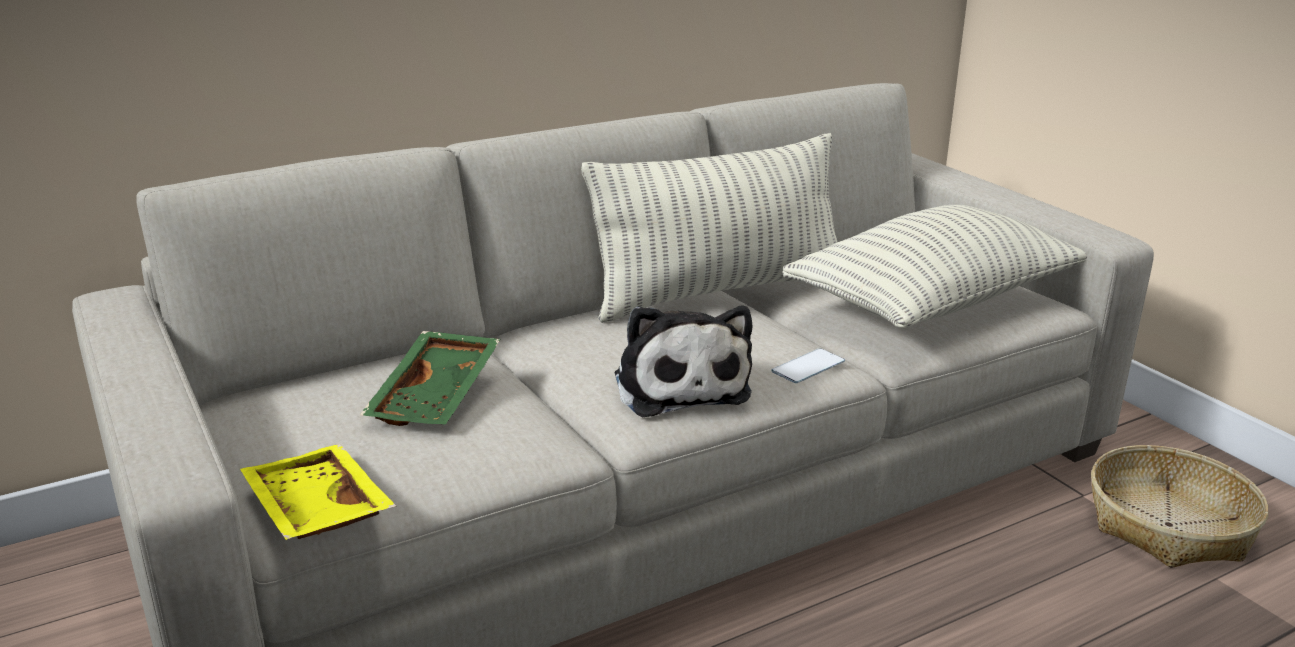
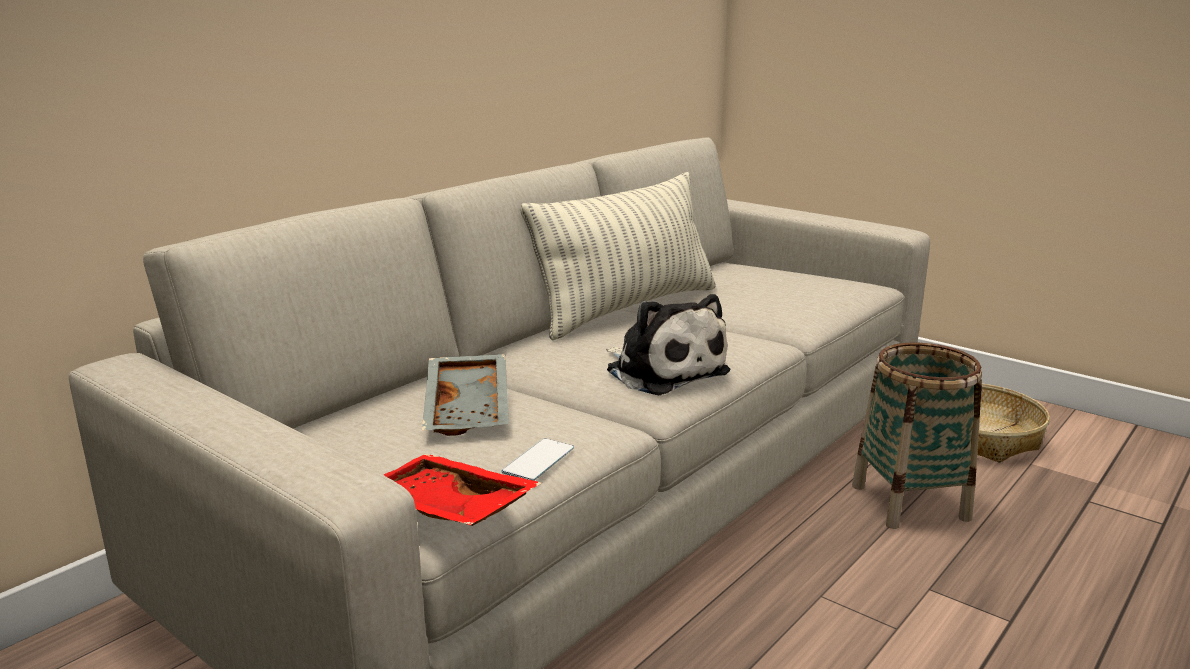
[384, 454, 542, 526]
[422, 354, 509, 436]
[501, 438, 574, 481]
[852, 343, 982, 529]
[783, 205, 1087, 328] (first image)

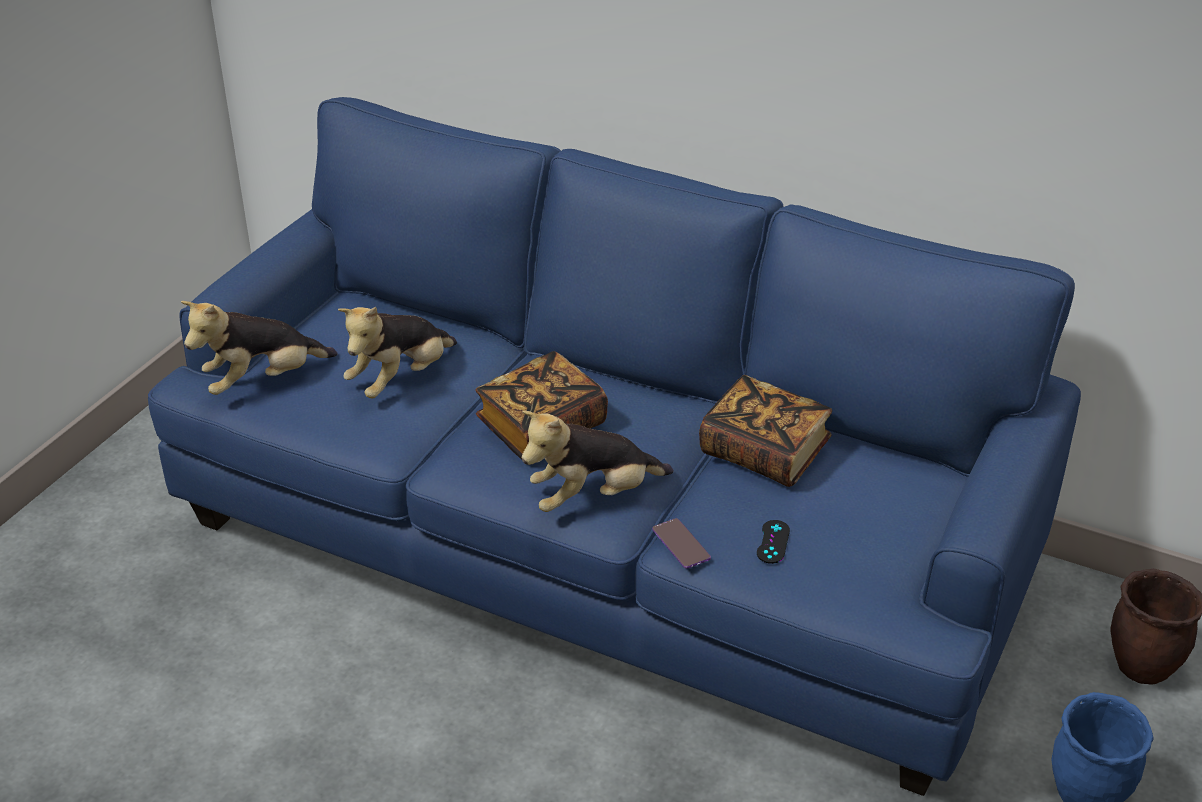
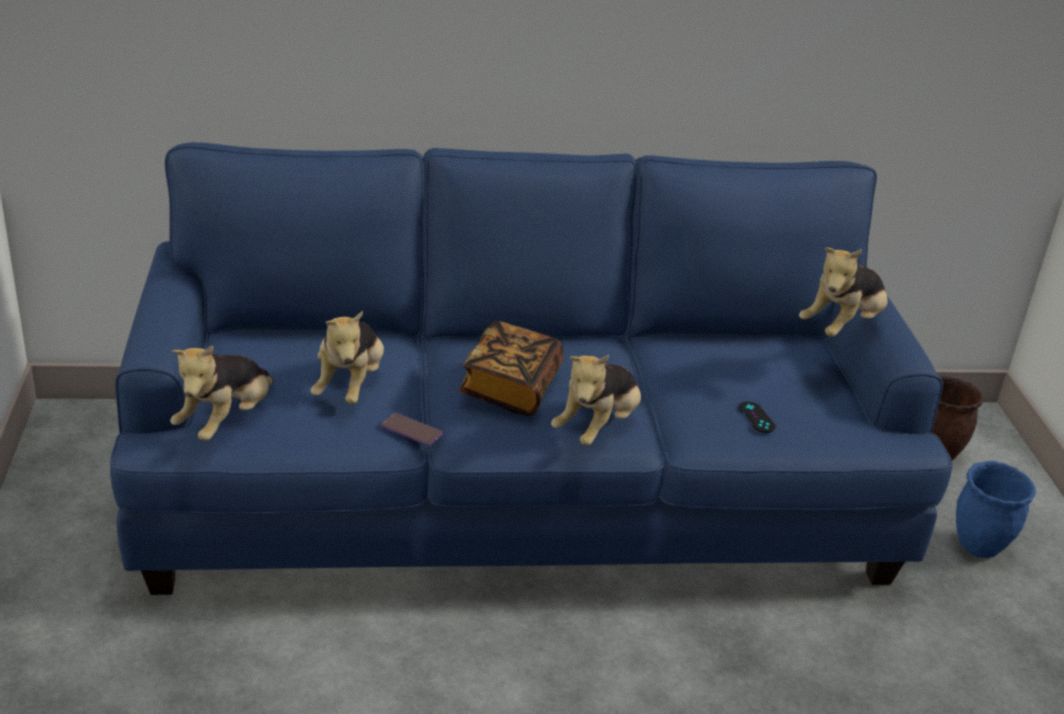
[381, 413, 443, 446]
[799, 247, 888, 337]
[699, 375, 832, 487] (first image)

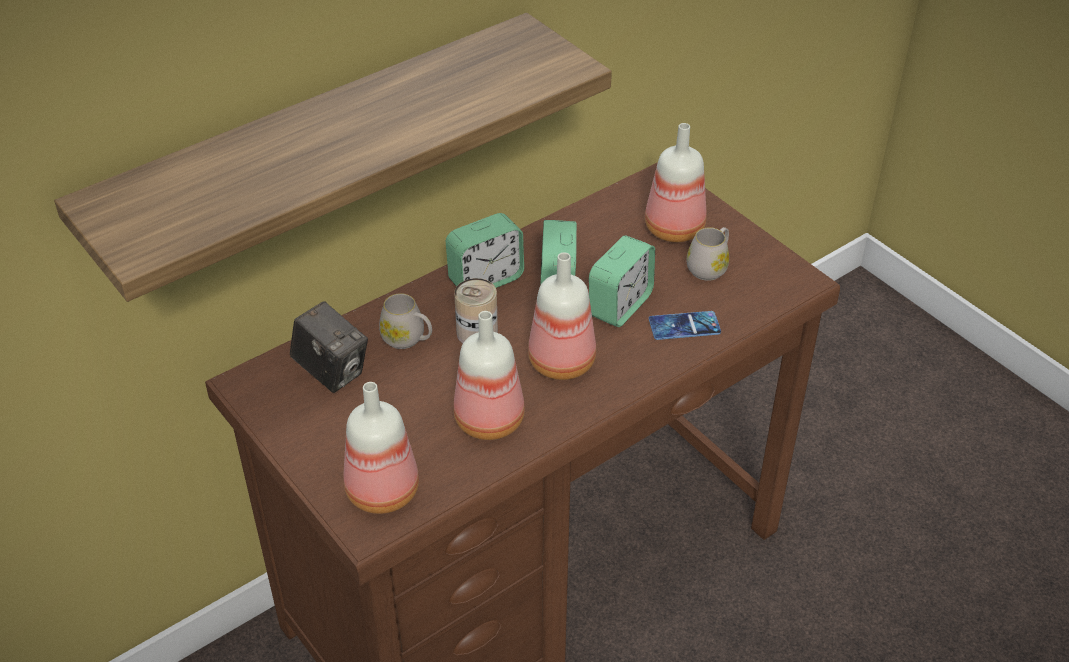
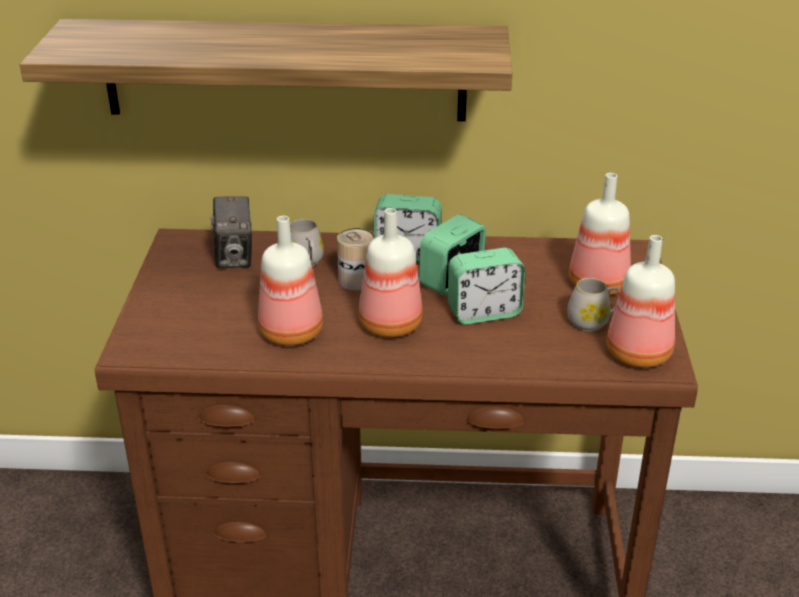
[606, 235, 675, 368]
[649, 311, 721, 340] (first image)

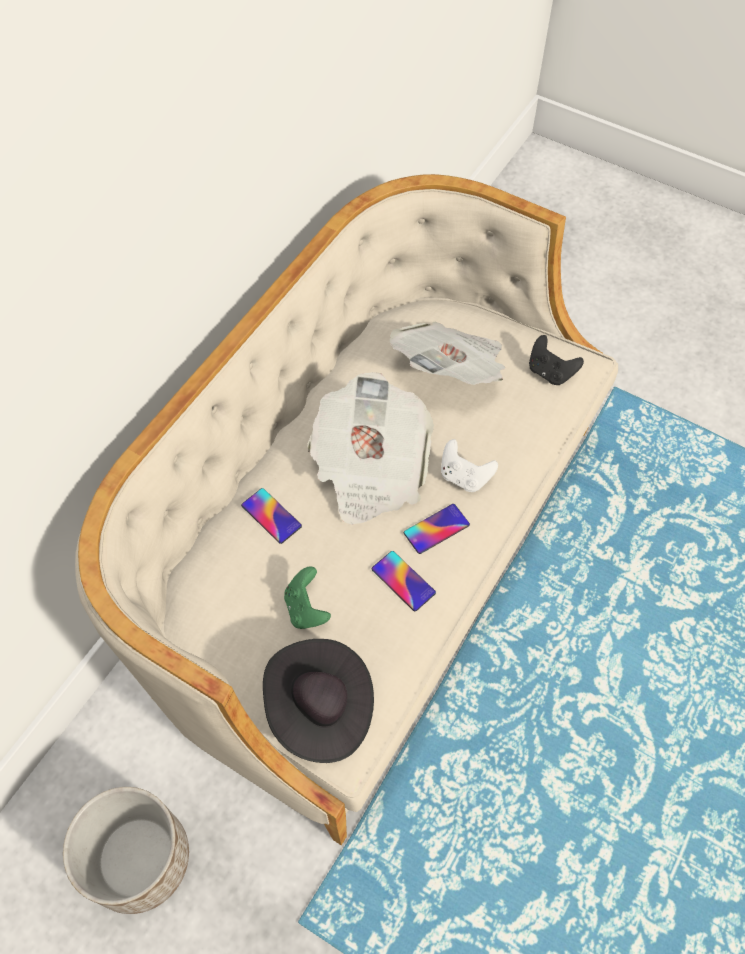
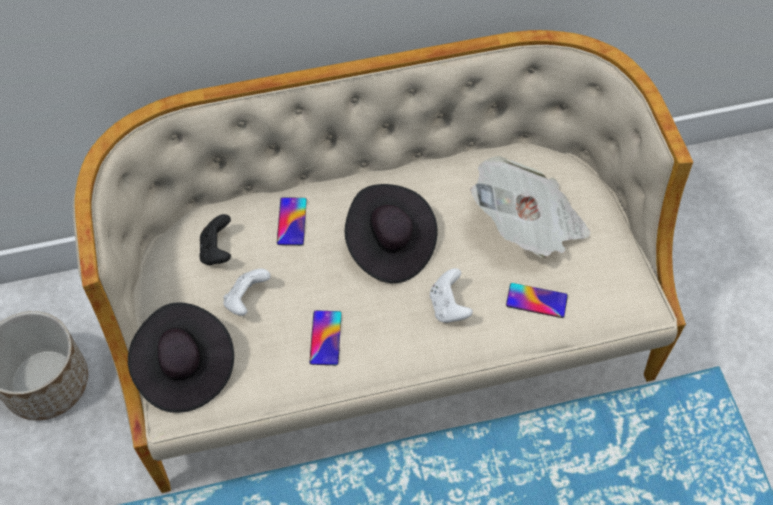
[200, 214, 231, 265]
[223, 269, 271, 316]
[345, 184, 438, 283]
[506, 283, 568, 318]

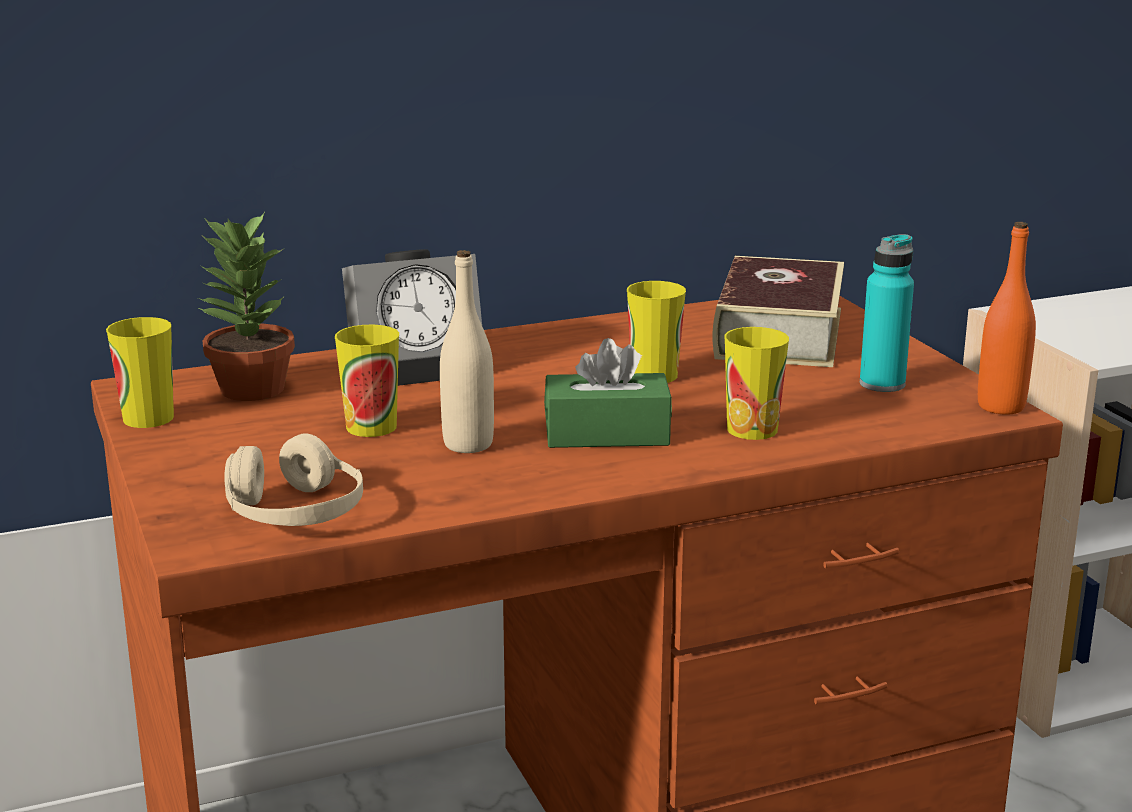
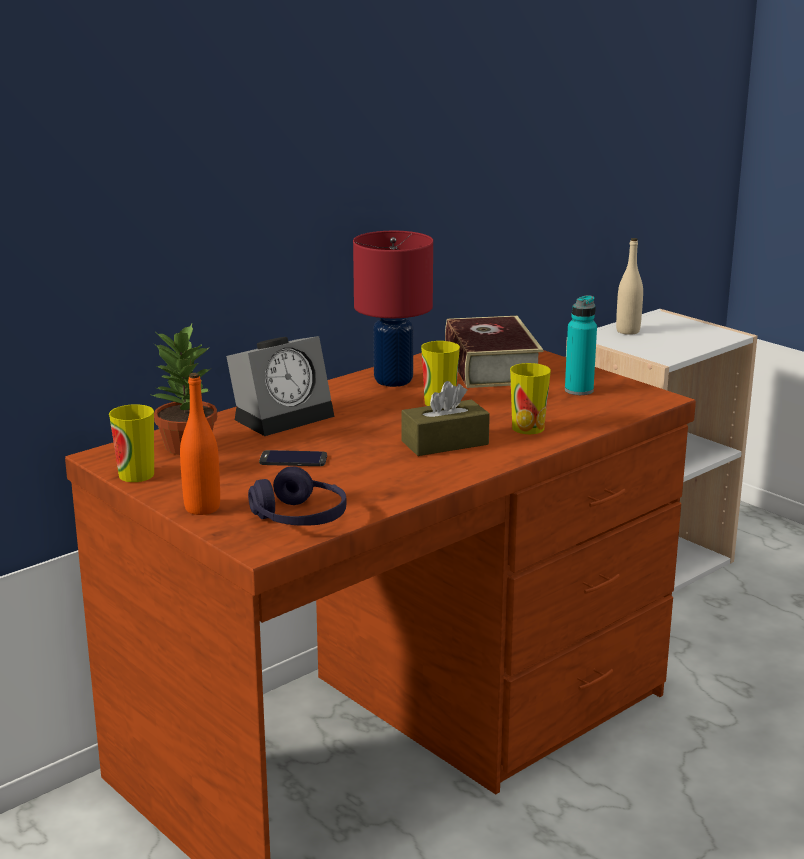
[180, 373, 220, 515]
[248, 466, 346, 526]
[259, 450, 327, 466]
[353, 231, 433, 387]
[402, 381, 490, 456]
[616, 238, 643, 335]

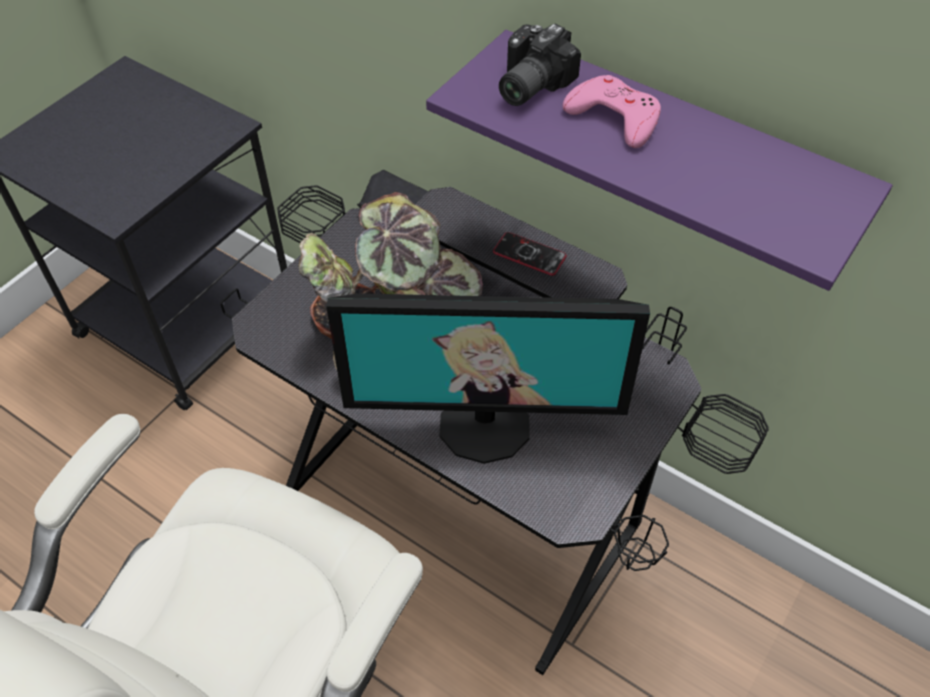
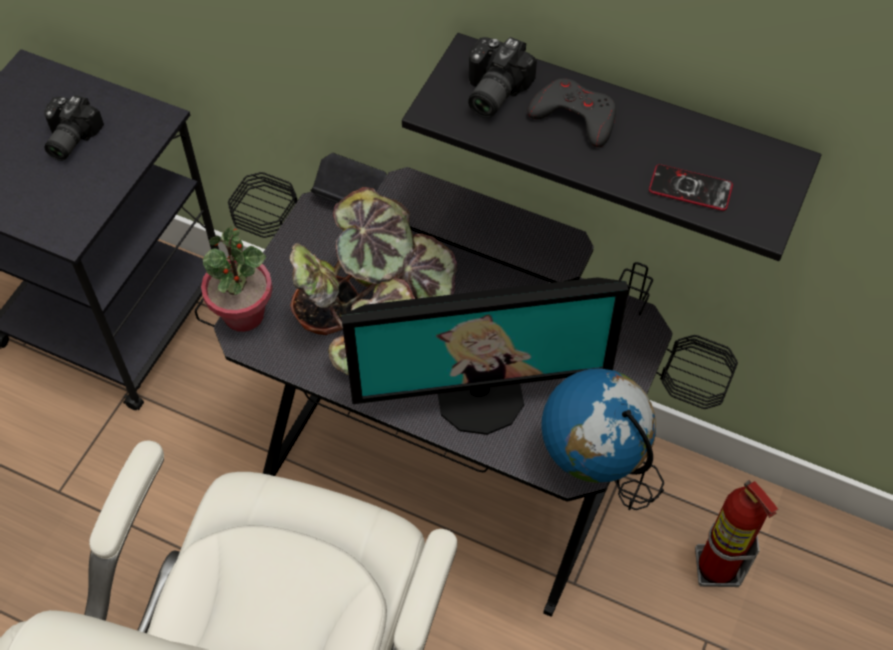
[44, 95, 104, 161]
[201, 226, 273, 332]
[402, 33, 822, 261]
[527, 78, 616, 147]
[541, 368, 656, 483]
[649, 164, 733, 211]
[695, 480, 778, 587]

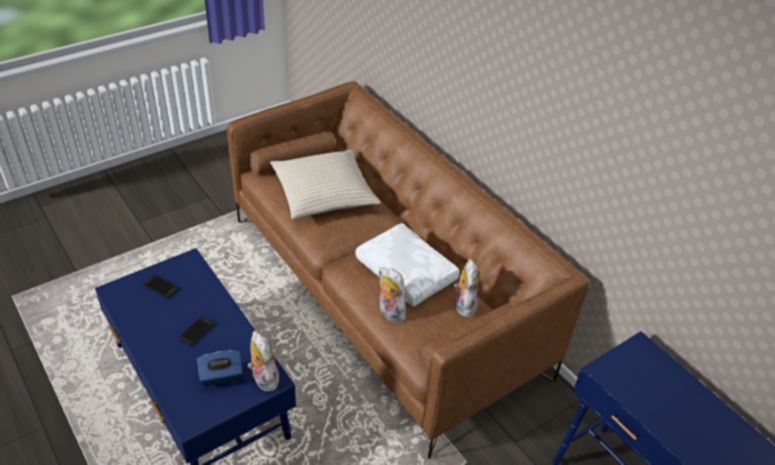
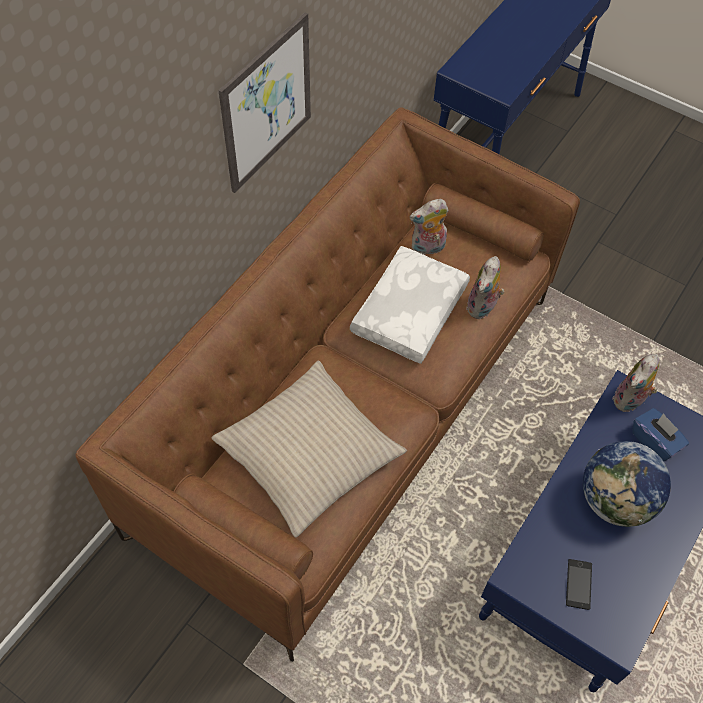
[219, 12, 311, 193]
[583, 441, 671, 527]

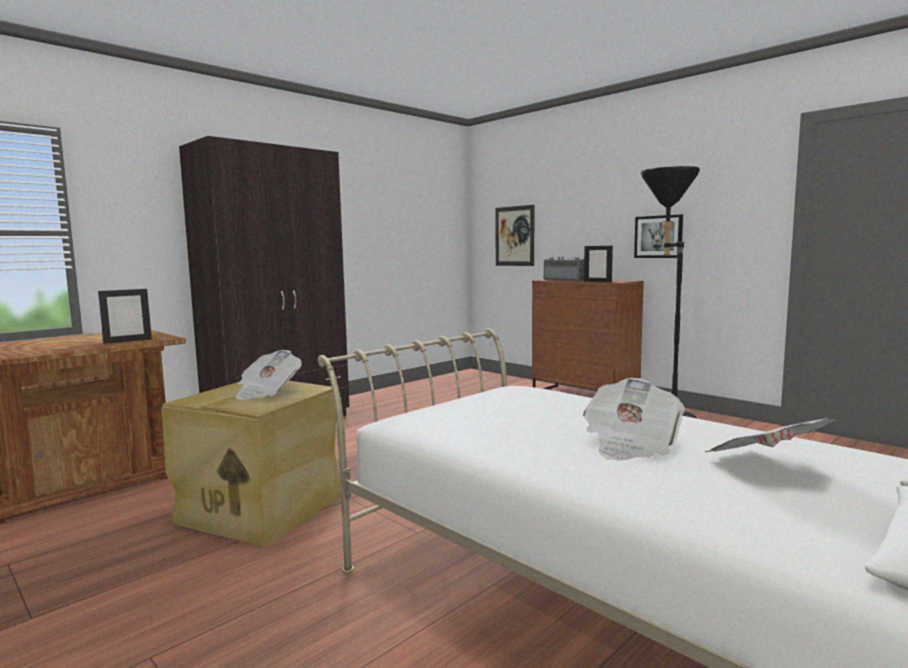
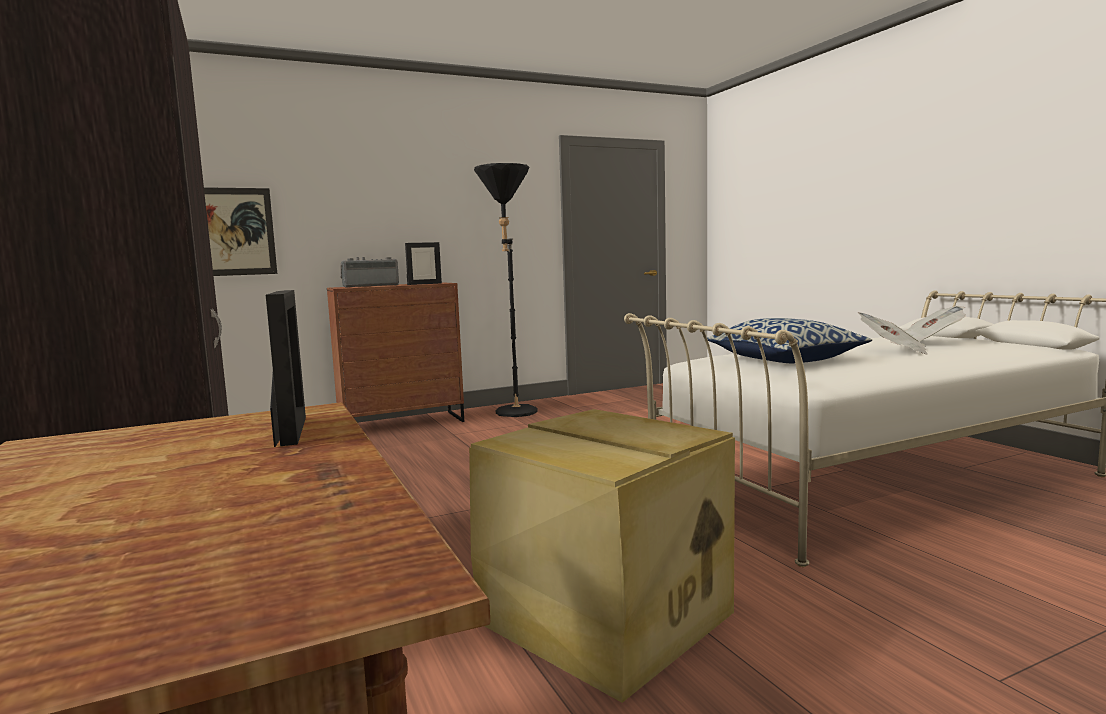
[707, 318, 872, 363]
[236, 350, 302, 400] (first image)
[634, 214, 683, 258] (first image)

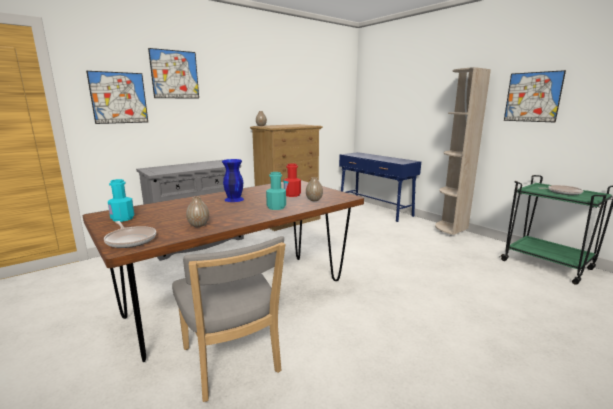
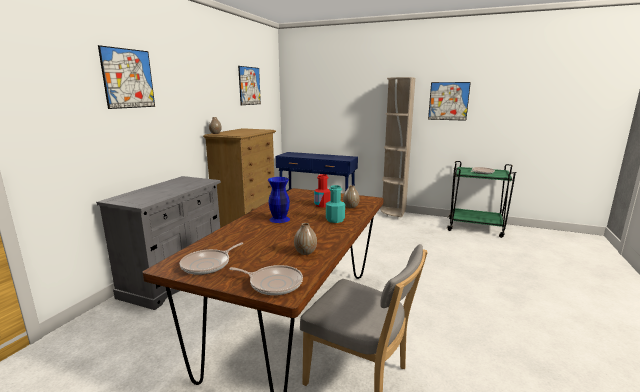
[180, 243, 244, 275]
[238, 66, 261, 105]

